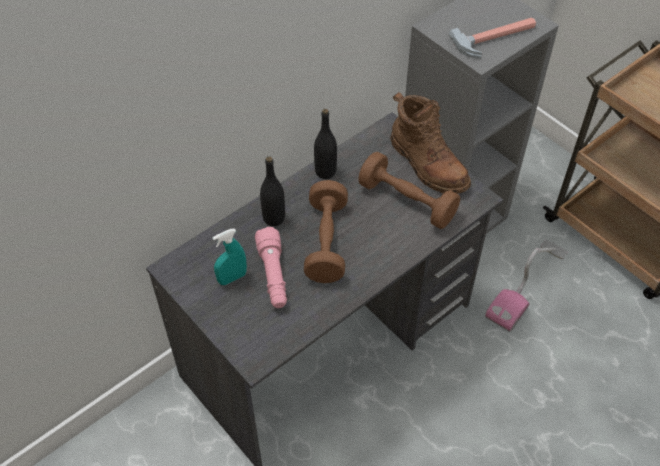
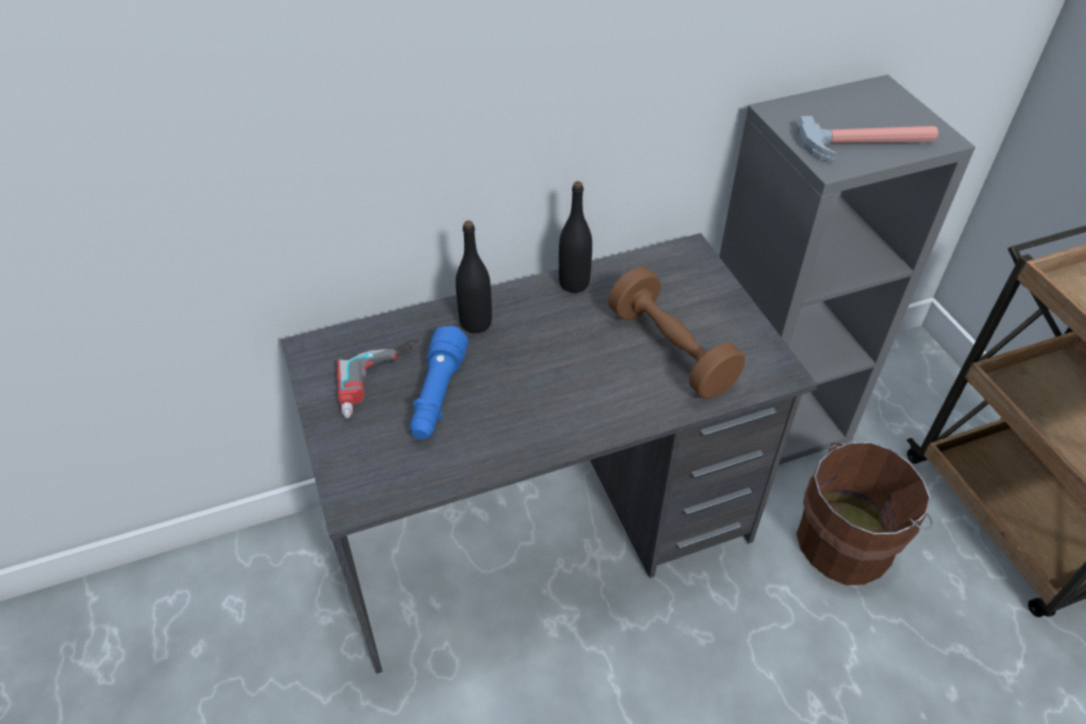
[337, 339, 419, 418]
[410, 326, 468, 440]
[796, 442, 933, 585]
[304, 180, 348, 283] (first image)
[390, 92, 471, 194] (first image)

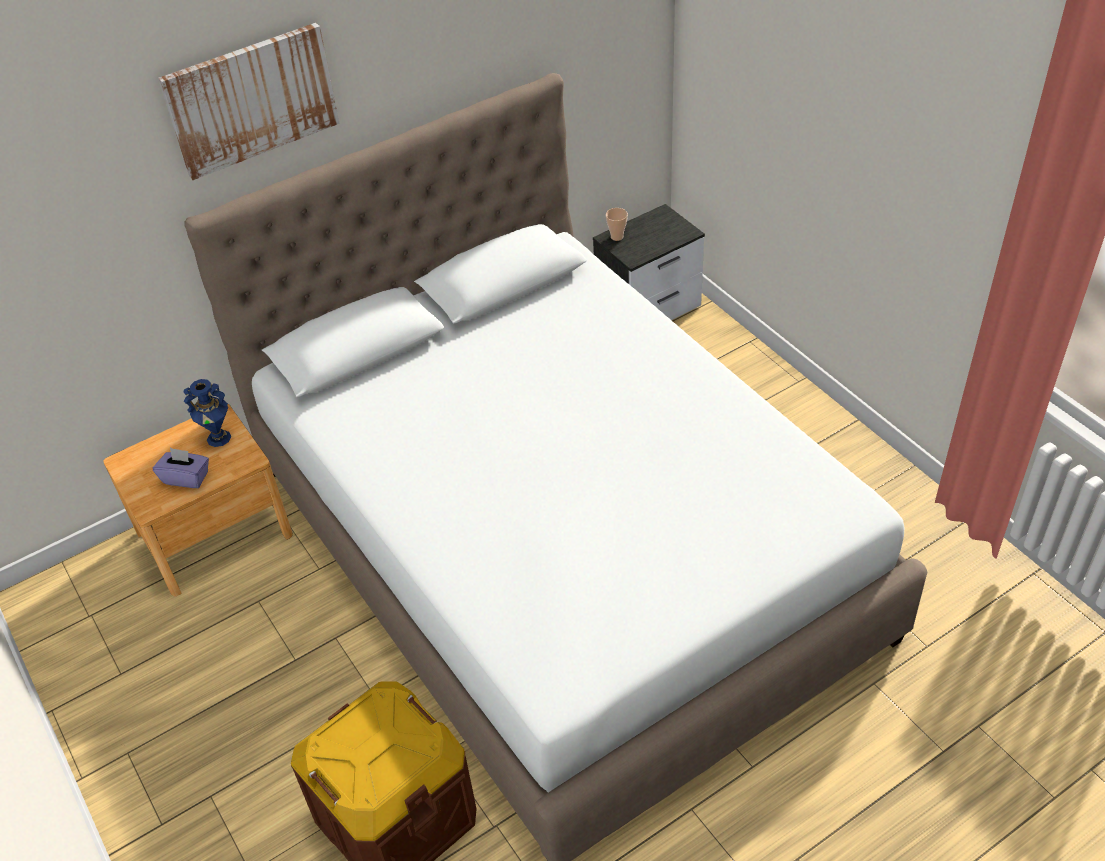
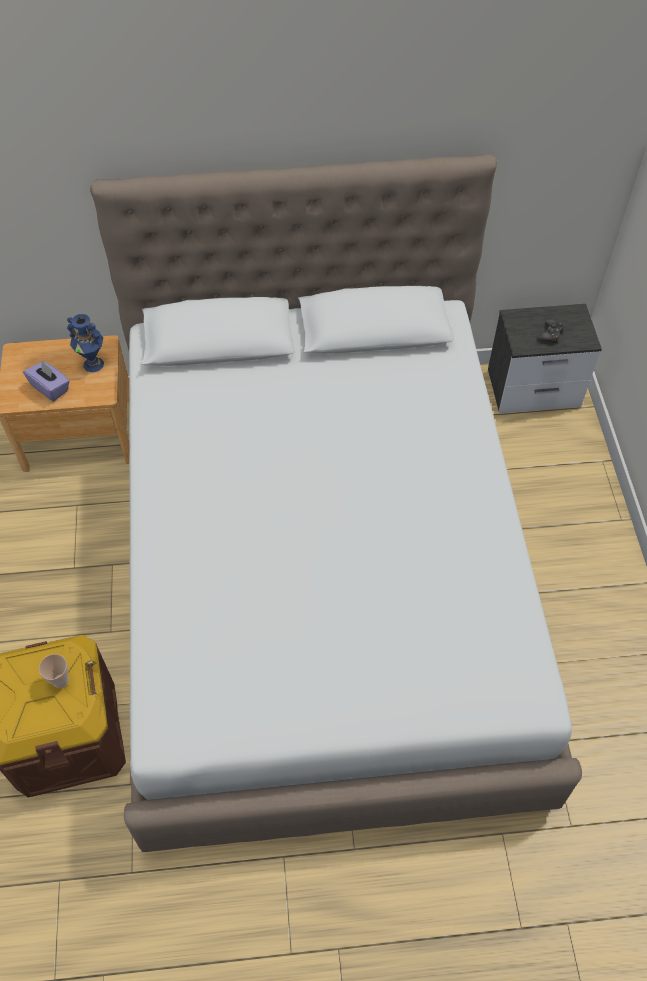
[39, 654, 69, 688]
[537, 320, 564, 344]
[158, 23, 340, 180] (first image)

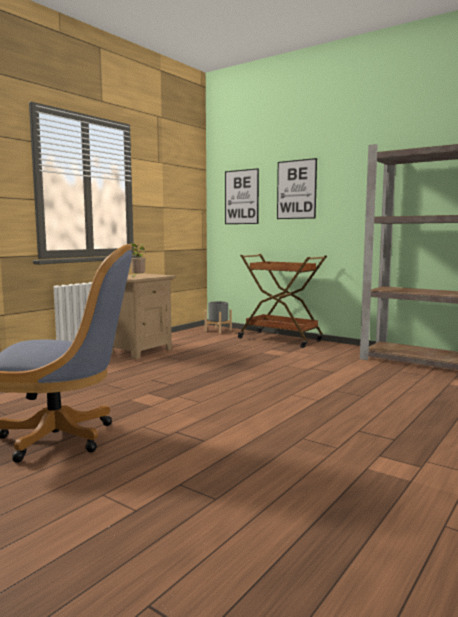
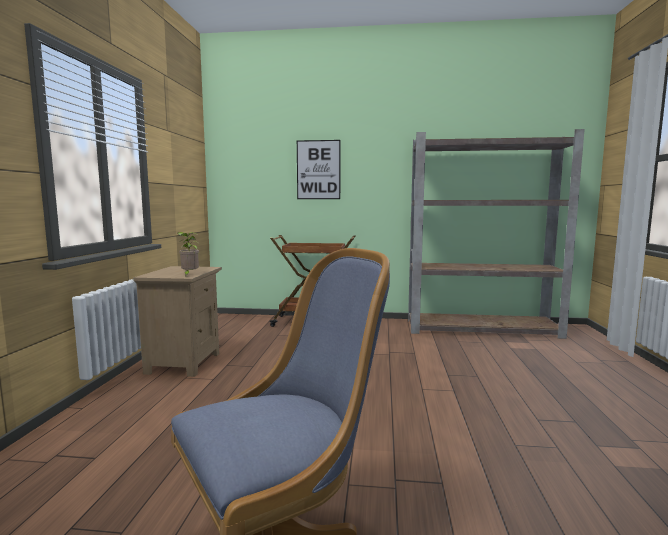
[205, 301, 232, 333] (first image)
[225, 168, 259, 224] (first image)

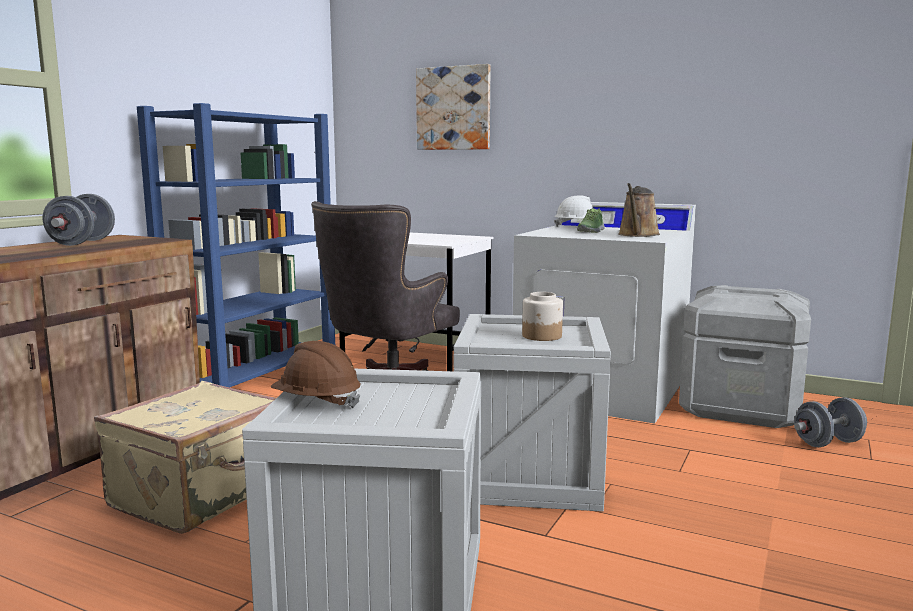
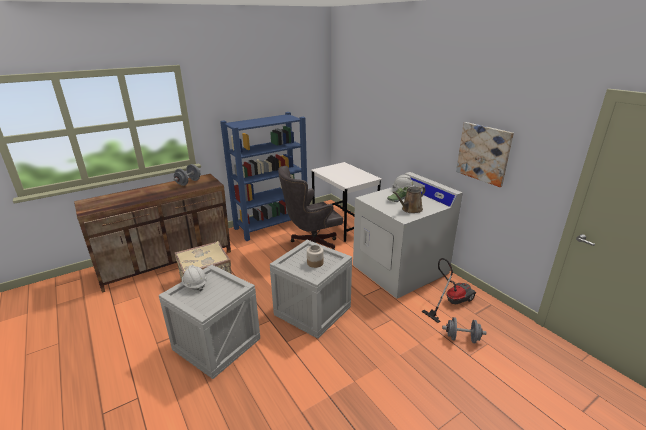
[182, 265, 207, 291]
[421, 258, 476, 323]
[456, 122, 514, 187]

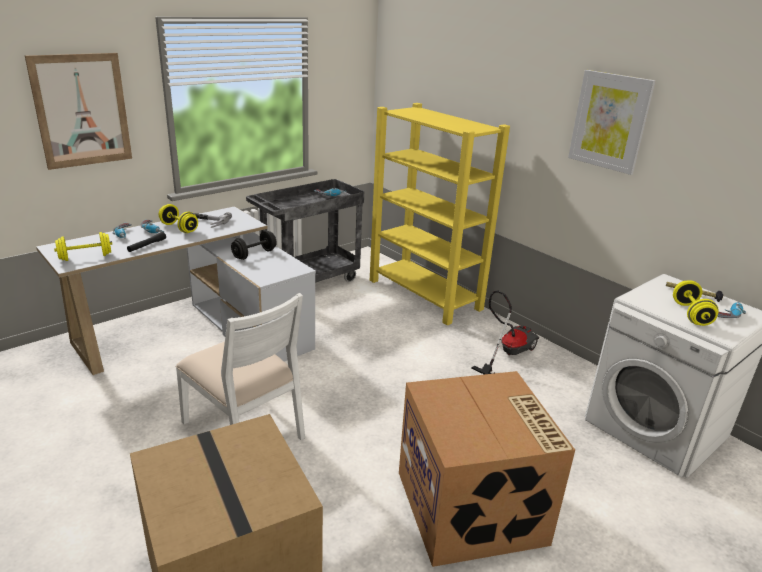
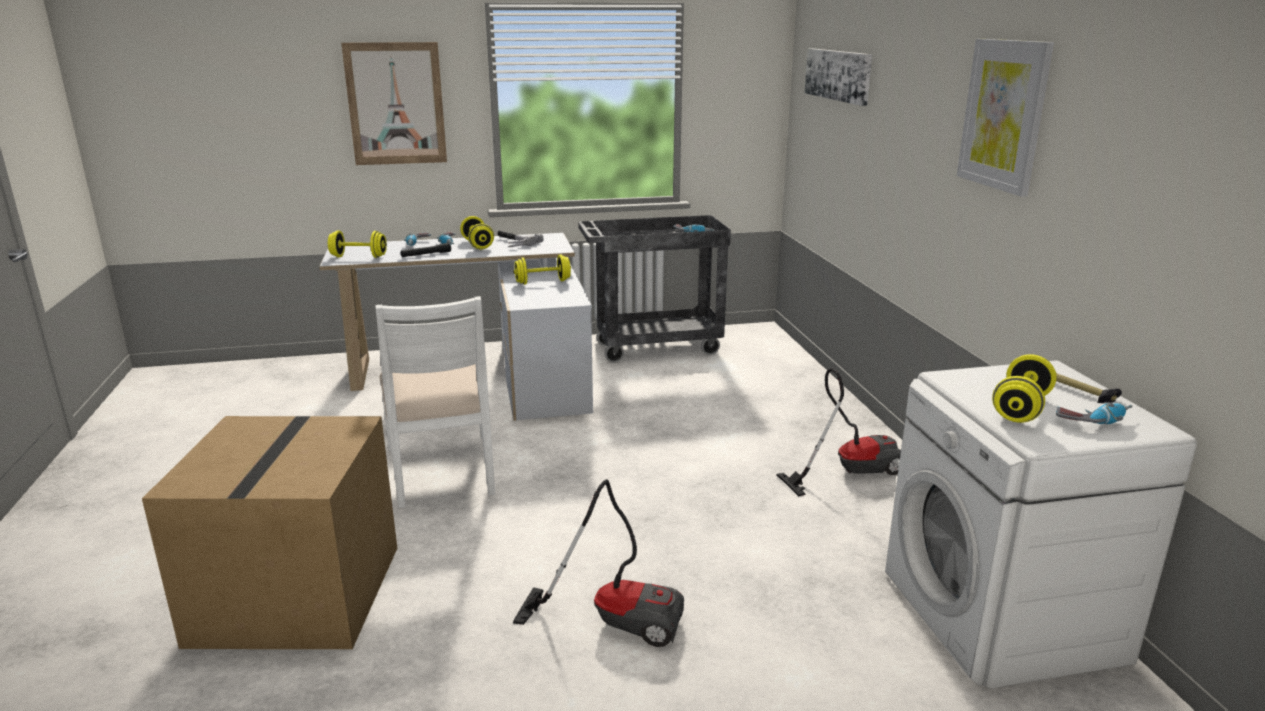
[513, 255, 571, 285]
[513, 479, 684, 647]
[805, 48, 872, 106]
[370, 103, 510, 325] (first image)

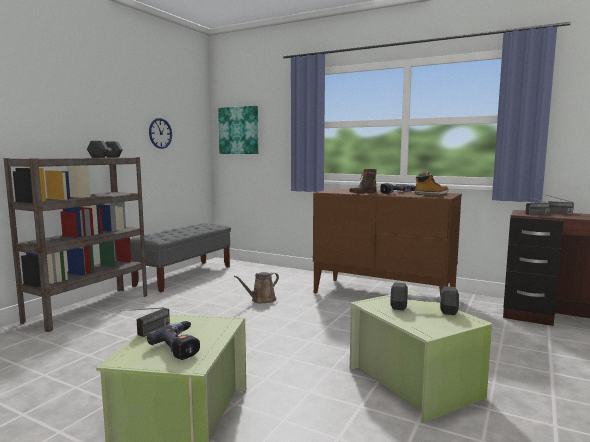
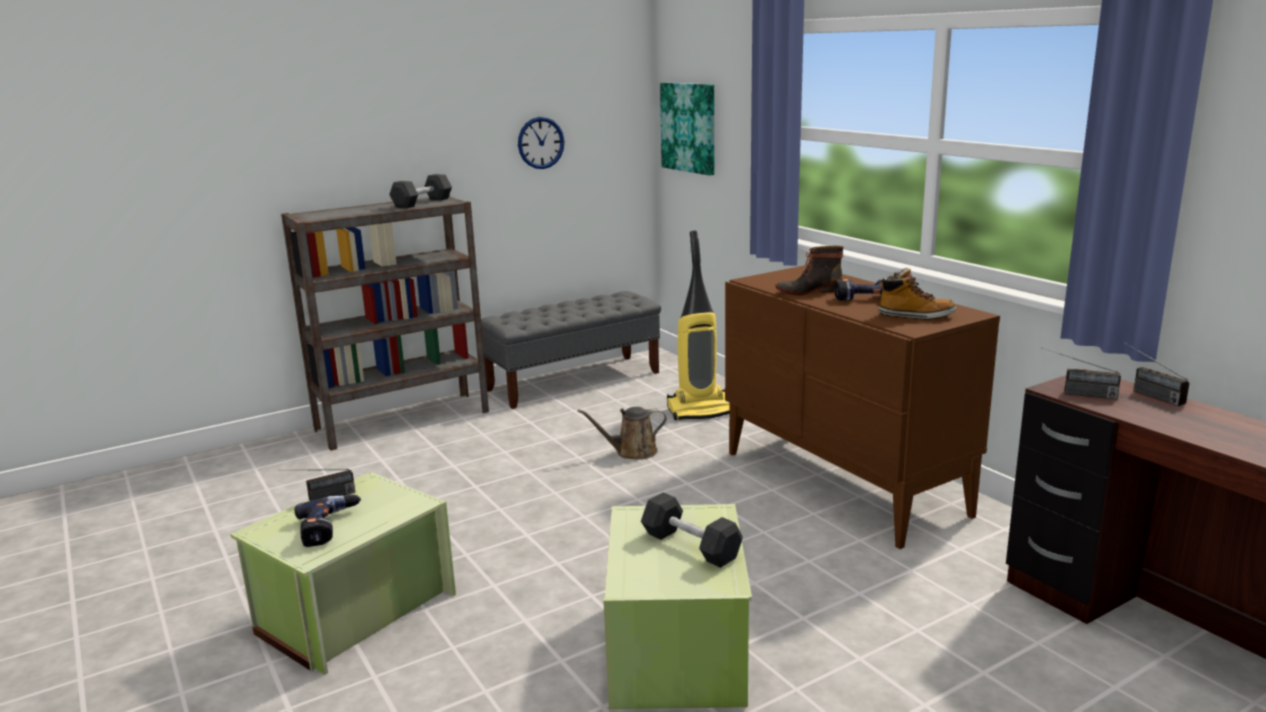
[667, 231, 729, 420]

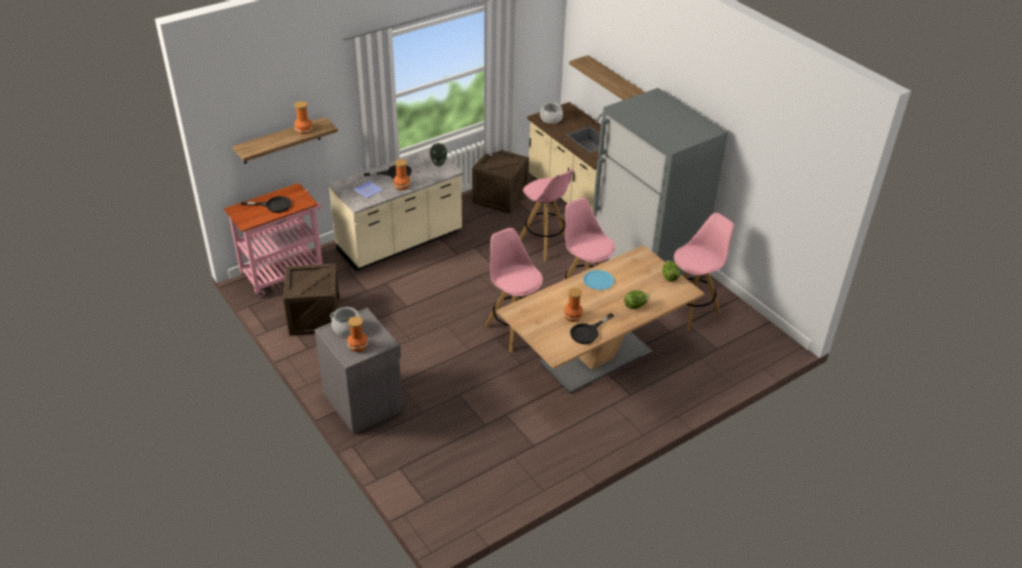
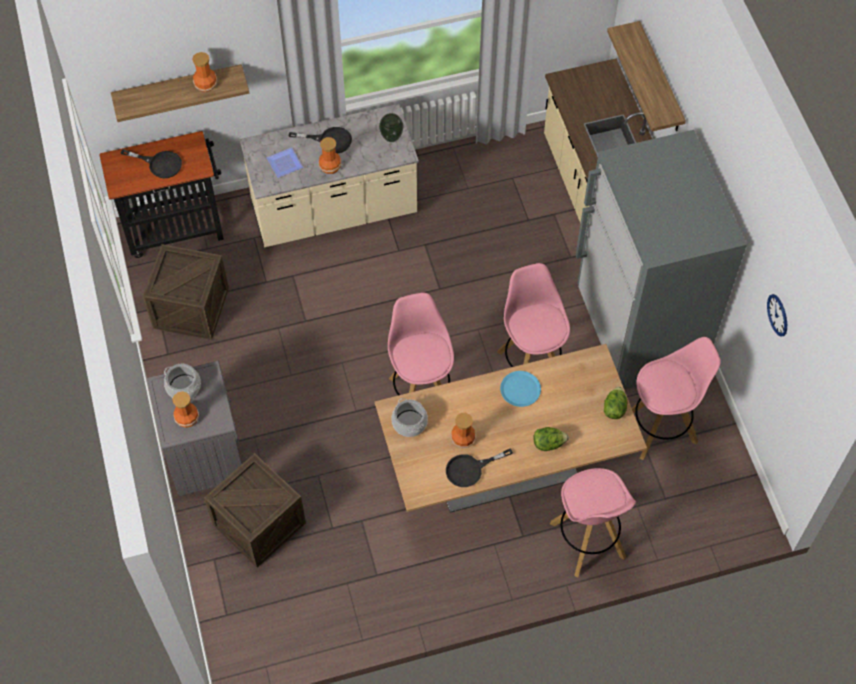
[99, 131, 224, 258]
[204, 453, 306, 568]
[391, 398, 428, 437]
[550, 468, 636, 577]
[767, 294, 787, 337]

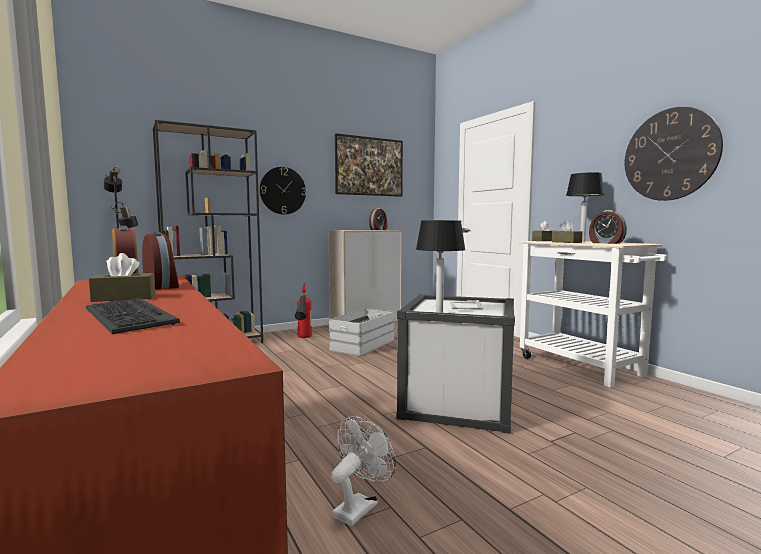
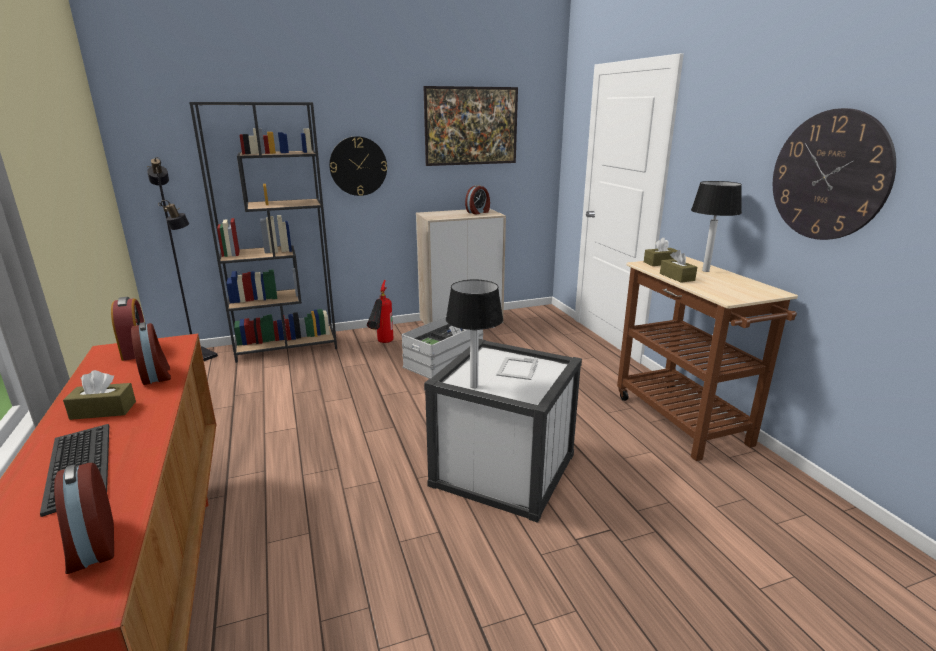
[54, 463, 114, 574]
[617, 257, 798, 461]
[331, 416, 396, 526] (first image)

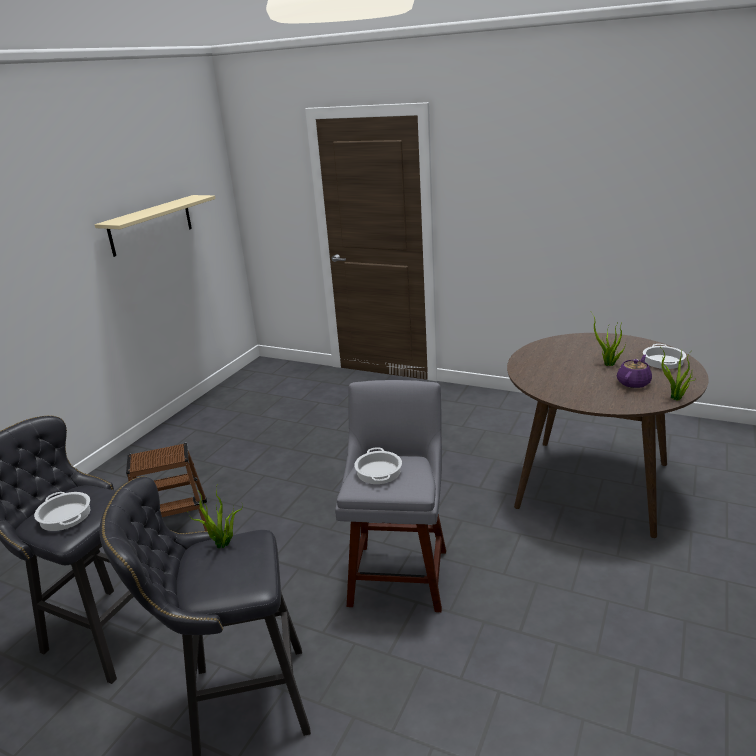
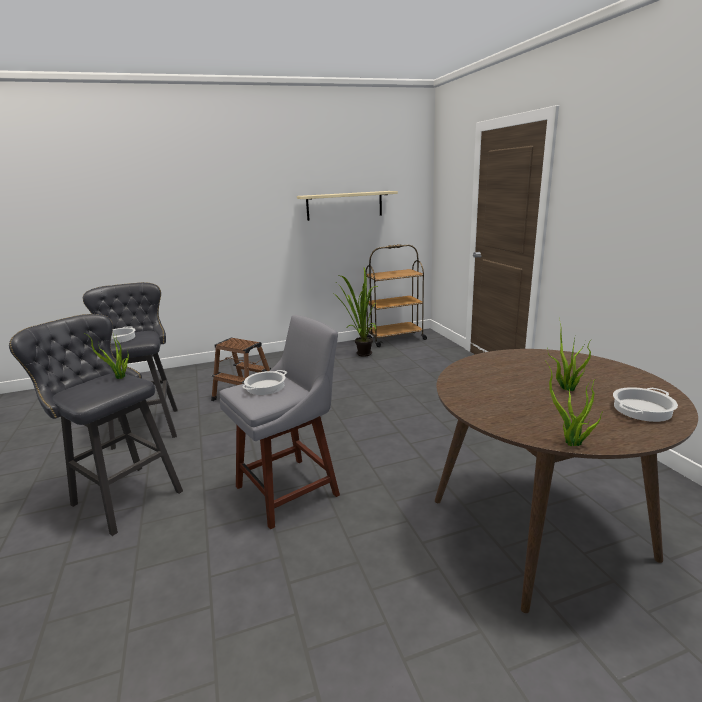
[334, 268, 378, 357]
[366, 244, 427, 347]
[617, 355, 652, 388] (first image)

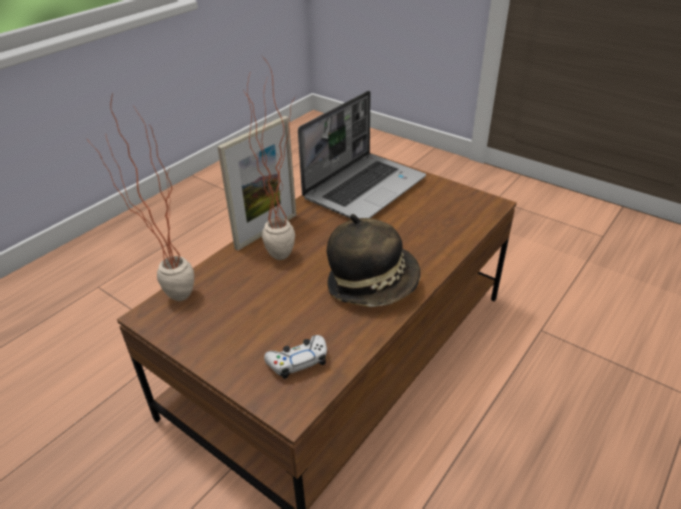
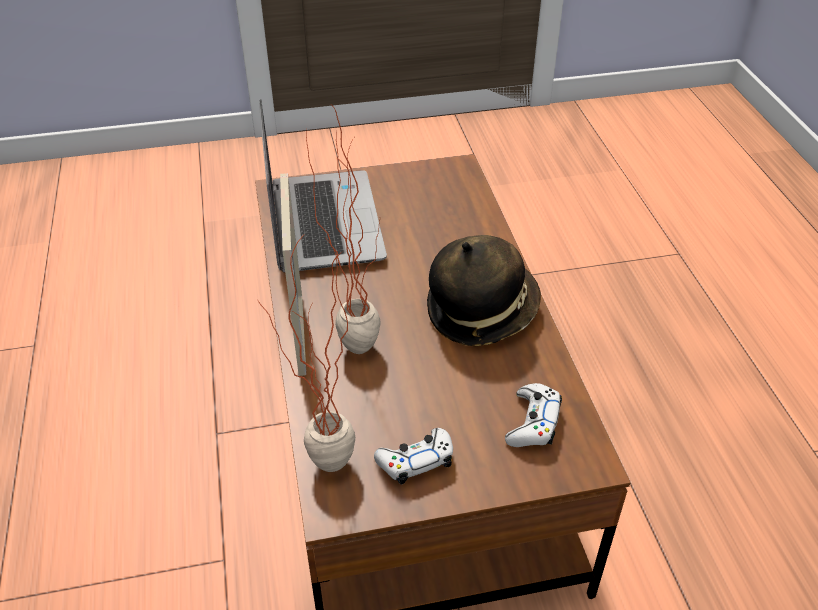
[374, 428, 453, 485]

